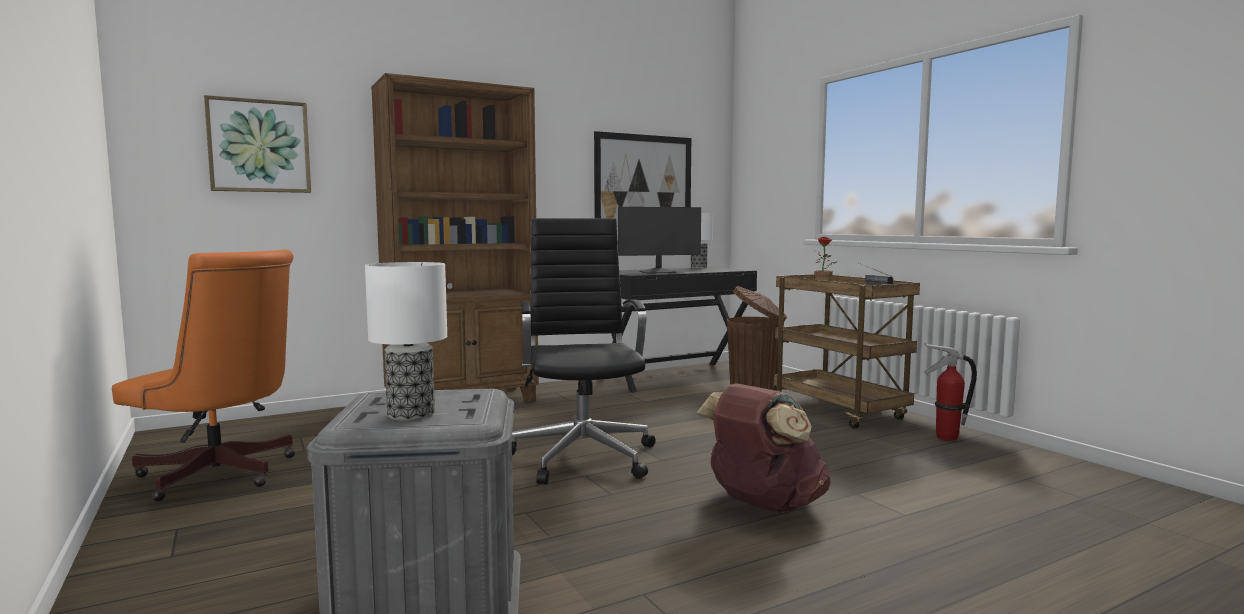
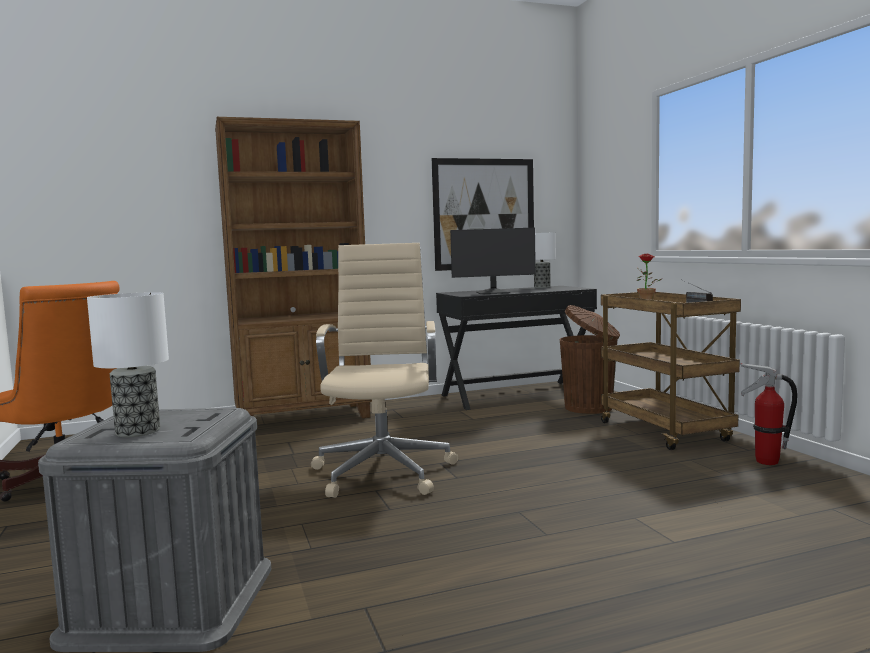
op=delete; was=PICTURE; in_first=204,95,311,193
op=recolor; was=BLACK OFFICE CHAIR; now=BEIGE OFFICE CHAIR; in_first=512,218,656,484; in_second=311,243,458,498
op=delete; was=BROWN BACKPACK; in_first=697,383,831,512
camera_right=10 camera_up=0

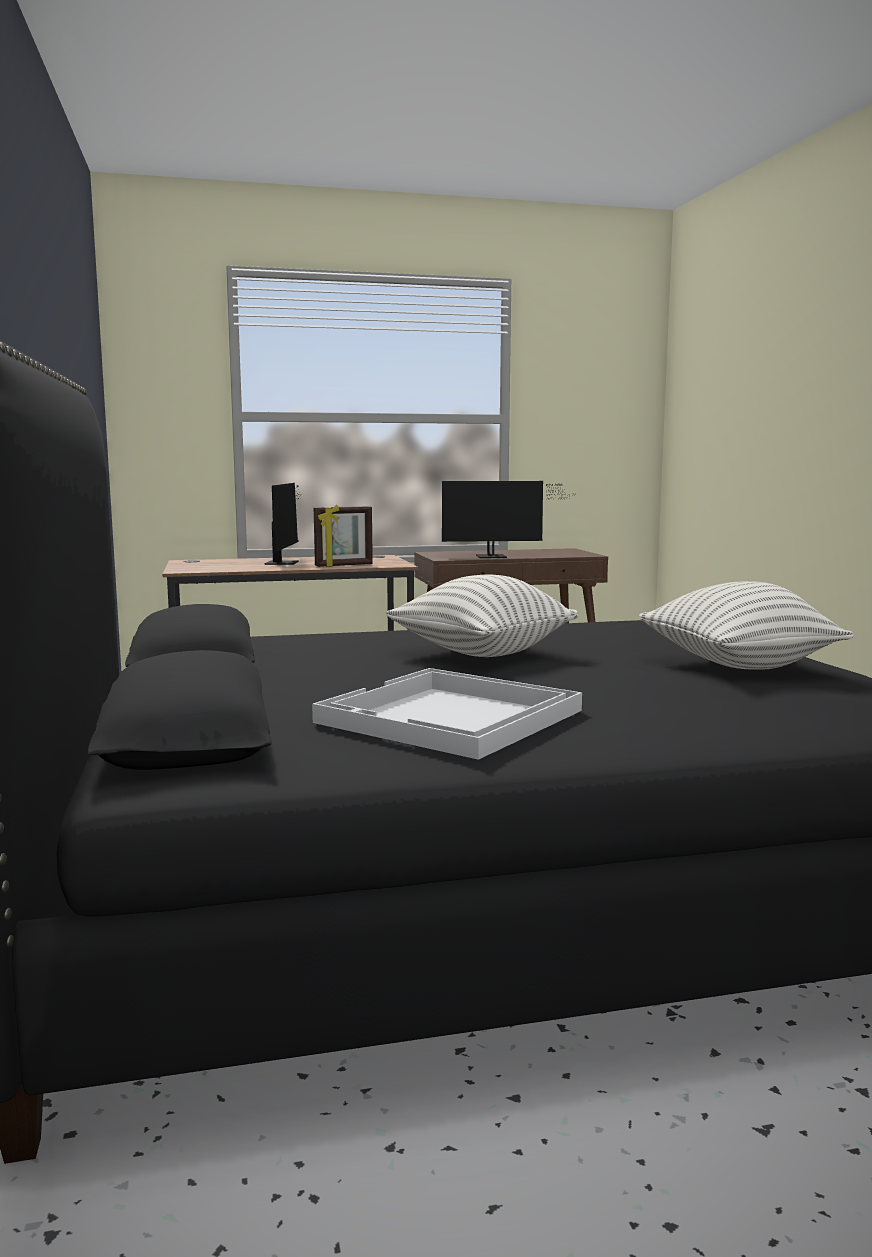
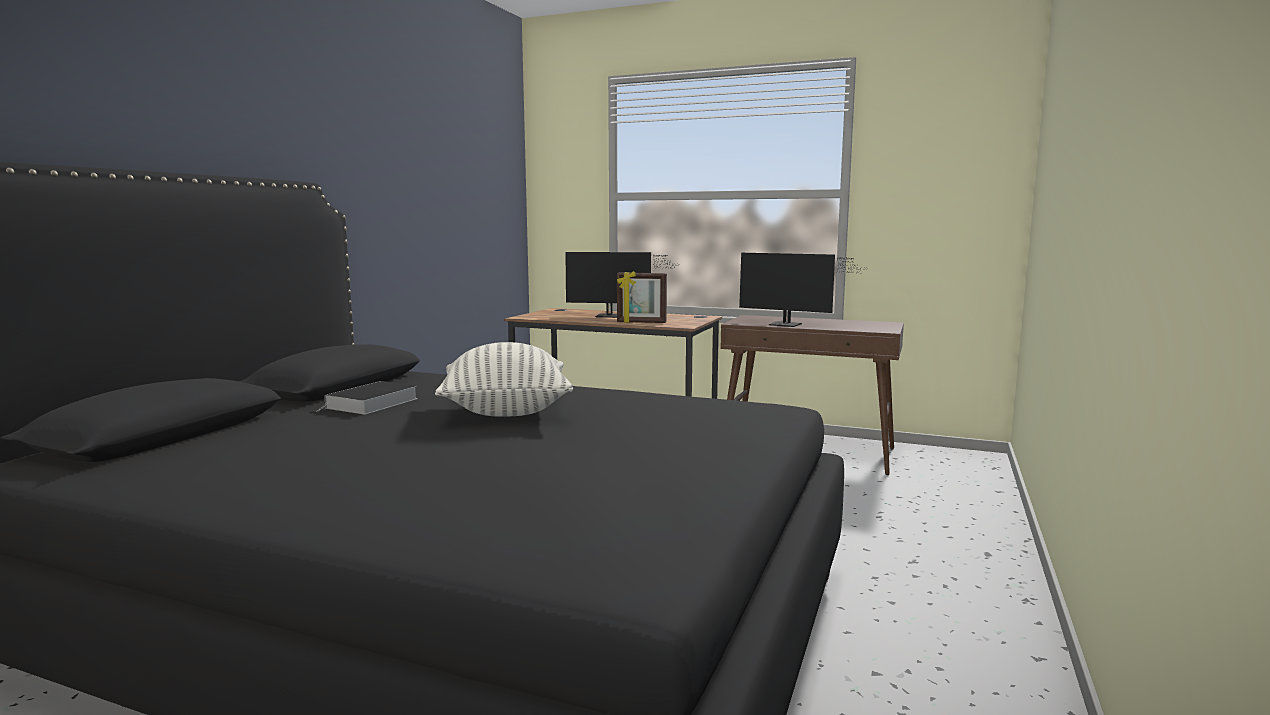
op=rotate; was=MONITOR; in_first=264,483,301,565; in_second=565,252,680,318; clockwise=60
op=delete; was=PILLOW; in_first=639,581,854,670
op=delete; was=WHITE TRAY; in_first=312,668,582,760
op=insert; now=BOOK; in_second=316,381,418,415
camera_right=35 camera_up=0

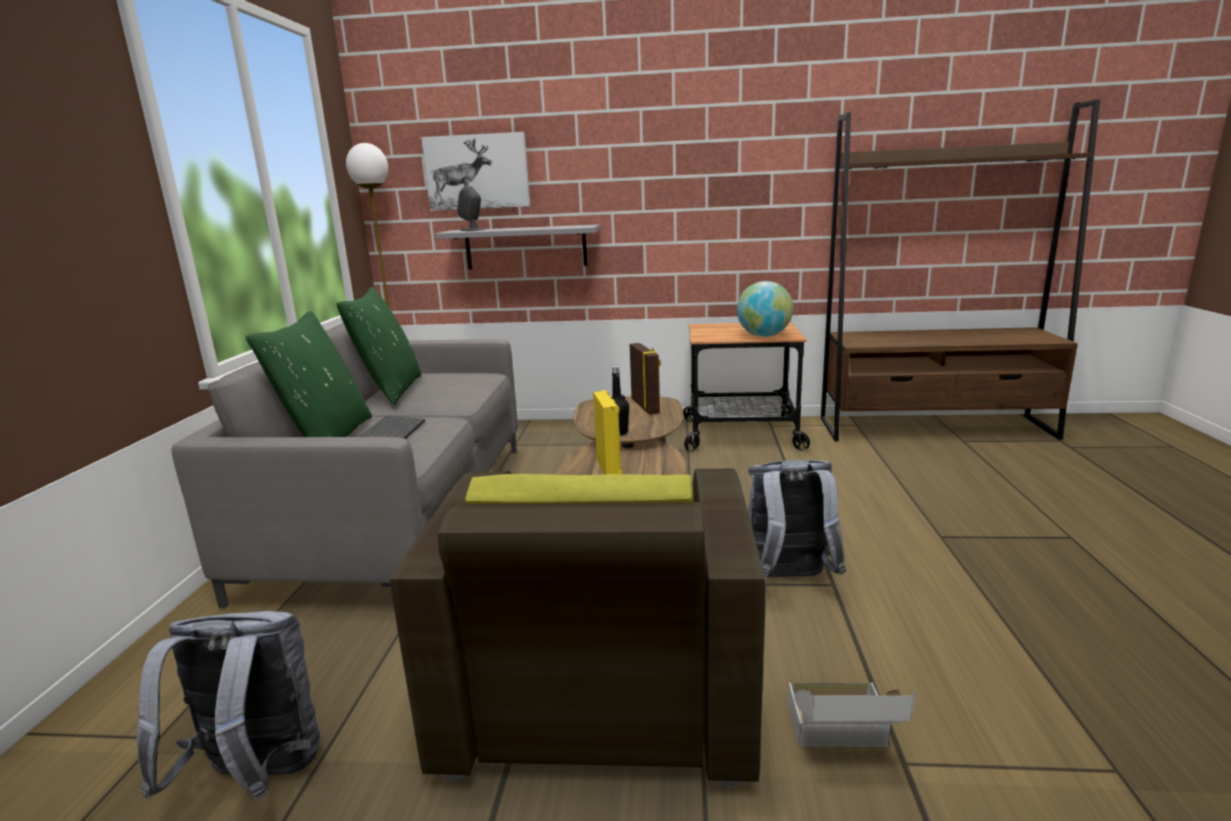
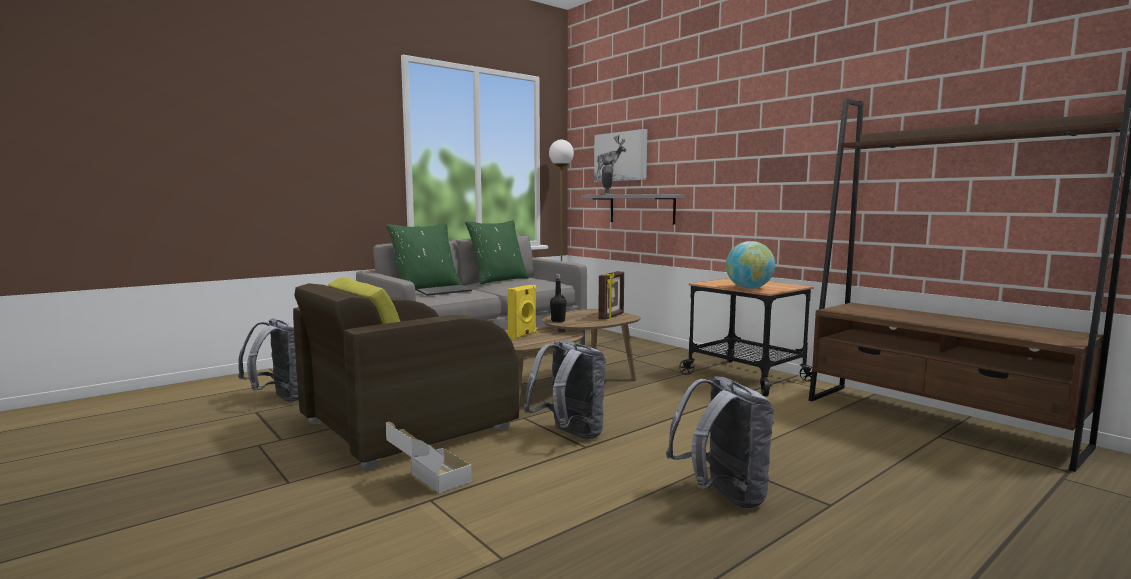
op=insert; now=GREY BACKPACK; in_second=666,376,774,509
camera_right=45 camera_up=-10

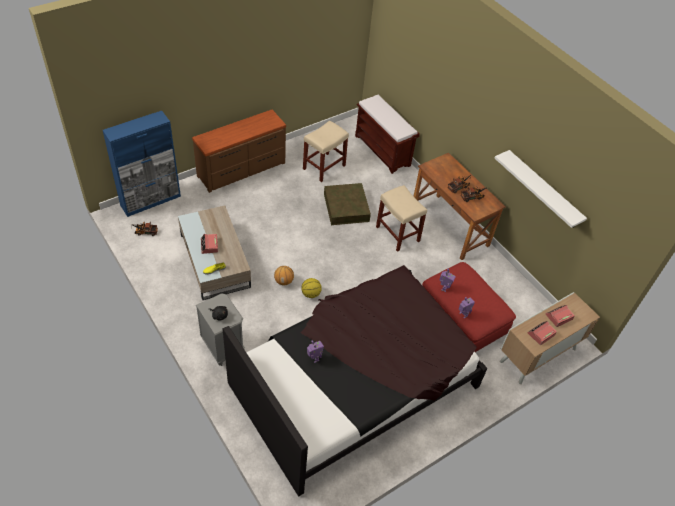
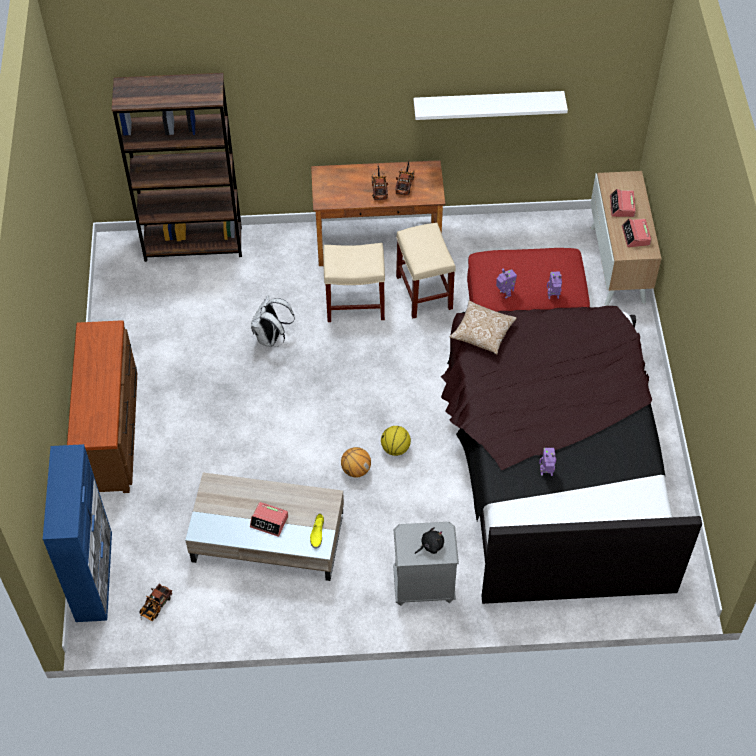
op=replace; was=BROWN BENCH; now=BROWN BOOKCASE; in_first=355,95,420,174; in_second=112,73,242,262
op=move; was=BEIGE STOOL; in_first=303,121,349,182; in_second=396,223,456,318
op=replace; was=BROWN STORAGE BOX; now=WHITE BACKPACK; in_first=324,183,371,225; in_second=251,295,295,347
op=insert; now=PILLOW; in_second=450,301,517,354
camera_right=-55 camera_up=5

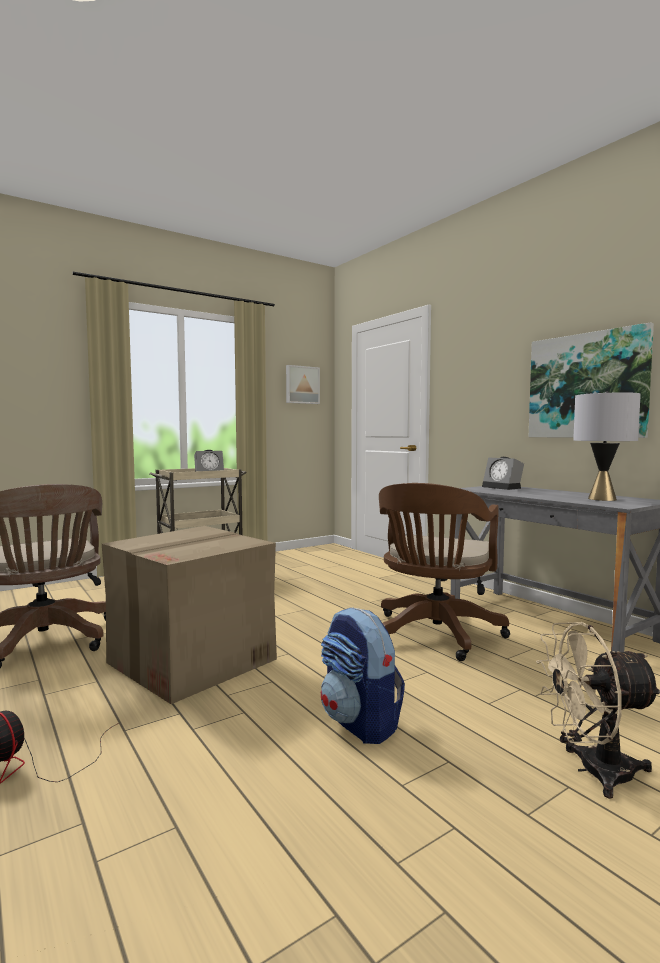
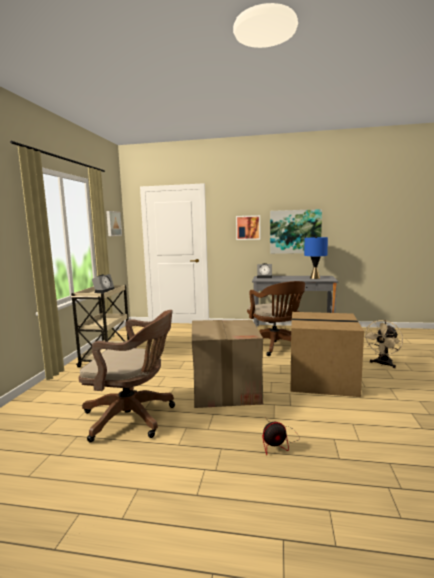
op=recolor; was=GREY TABLE LAMP; now=BLUE TABLE LAMP; in_first=573,391,641,501; in_second=304,236,328,279
op=replace; was=BACKPACK; now=CARDBOARD BOX; in_first=321,607,405,744; in_second=291,312,364,397
op=insert; now=PICTURE; in_second=236,215,260,240
camera_right=-45 camera_up=5

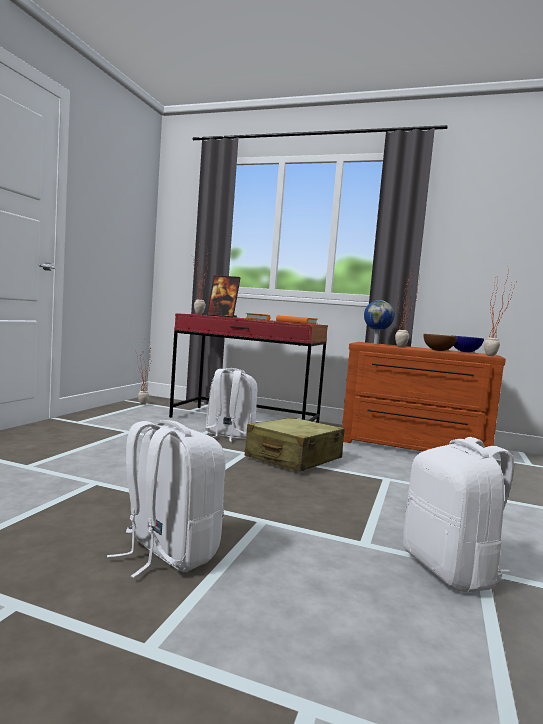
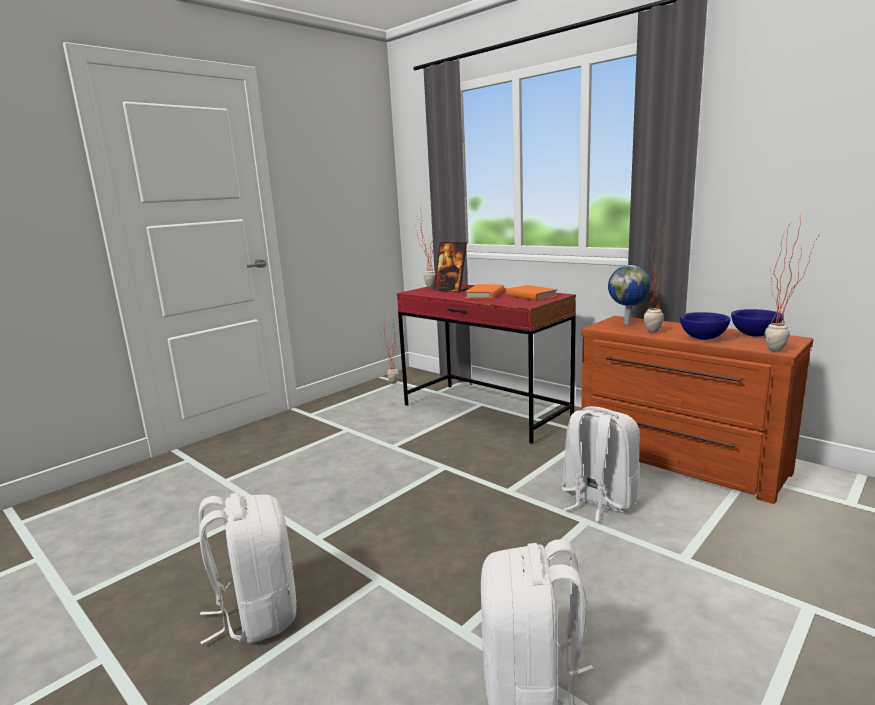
op=recolor; was=BROWN BOWL; now=BLUE BOWL; in_first=423,334,458,351; in_second=680,312,731,340
op=move; was=WHITE BACKPACK; in_first=205,368,257,442; in_second=562,406,640,522
op=delete; was=BEIGE SUITCASE; in_first=245,417,345,472
camera_right=25 camera_up=10

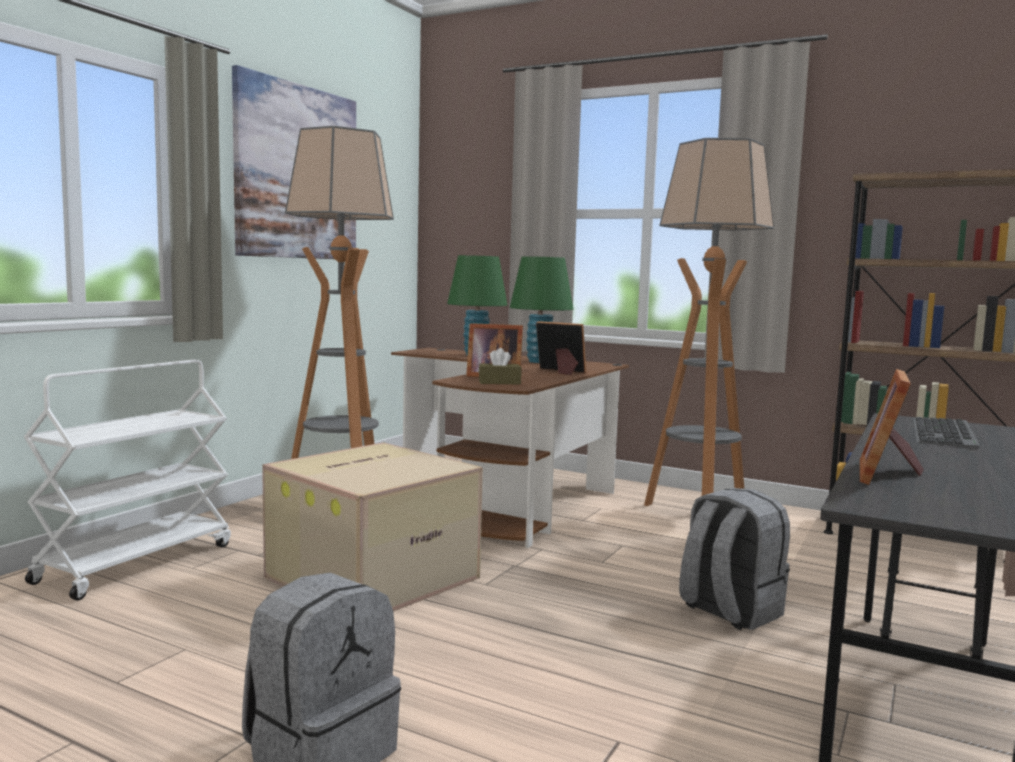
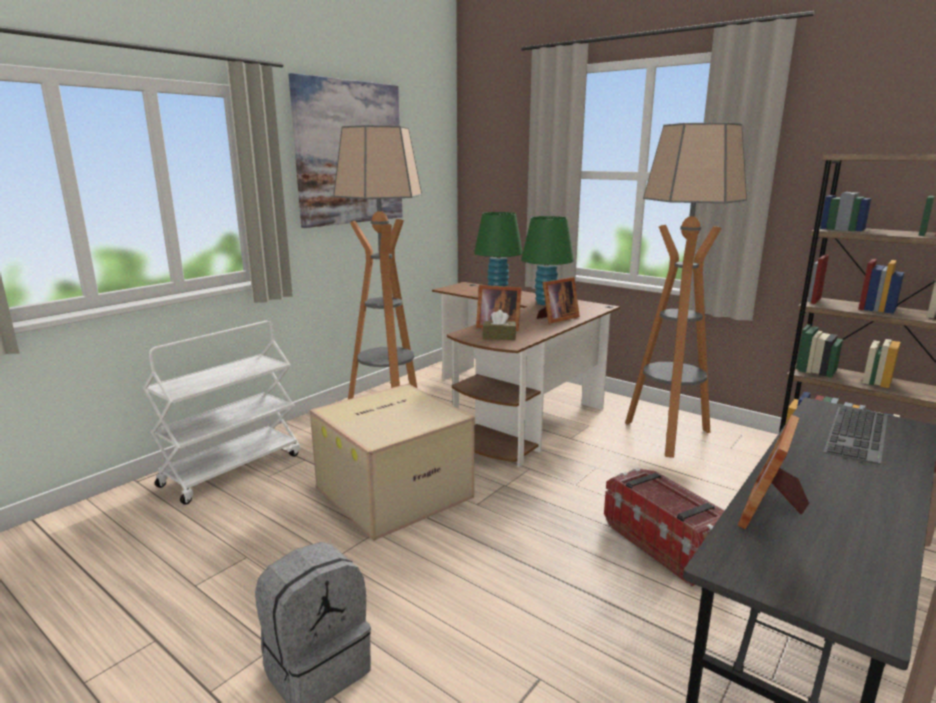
op=rotate; was=PICTURE FRAME; in_first=536,321,586,375; in_second=537,277,580,323; clockwise=105
op=replace; was=GREY BACKPACK; now=STORAGE BOX; in_first=679,488,790,630; in_second=604,468,725,587
camera_right=10 camera_up=10

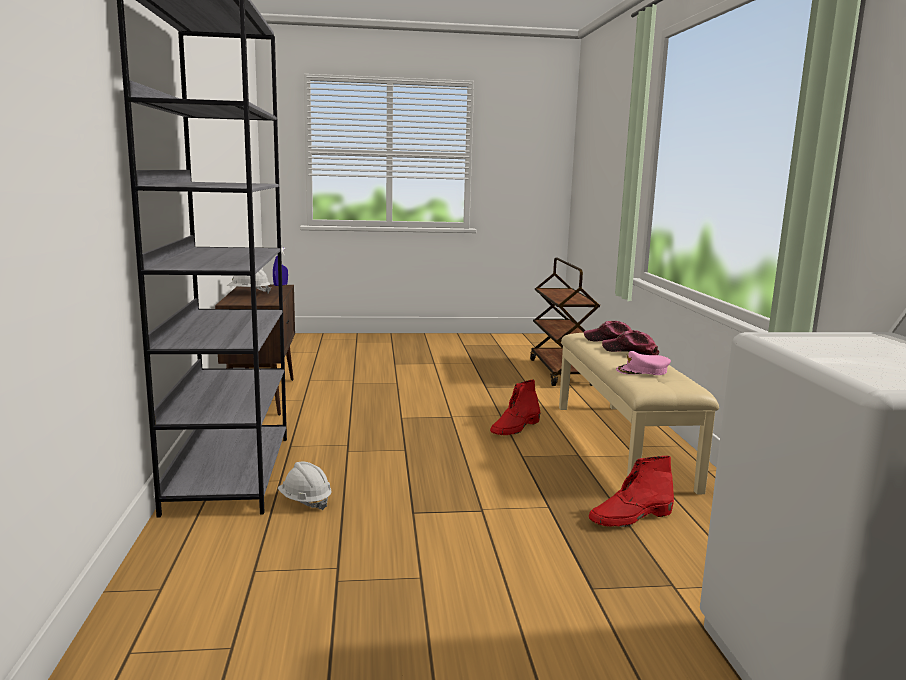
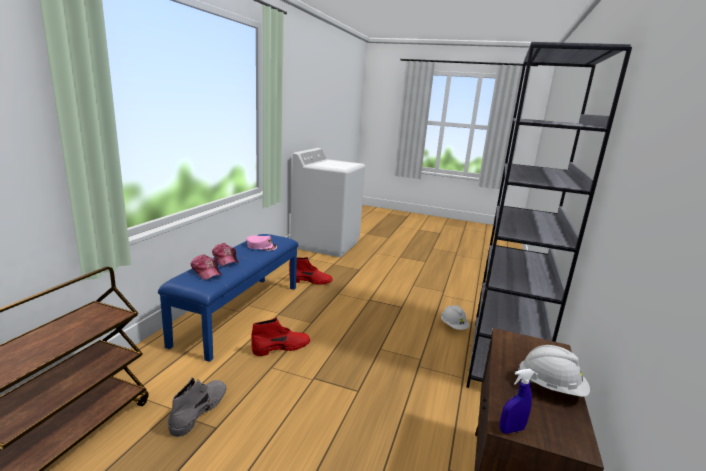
op=recolor; was=BEIGE BENCH; now=BLUE BENCH; in_first=559,333,719,495; in_second=158,234,299,362
op=insert; now=GREY BOOT; in_second=168,377,227,437
camera_right=-155 camera_up=5

